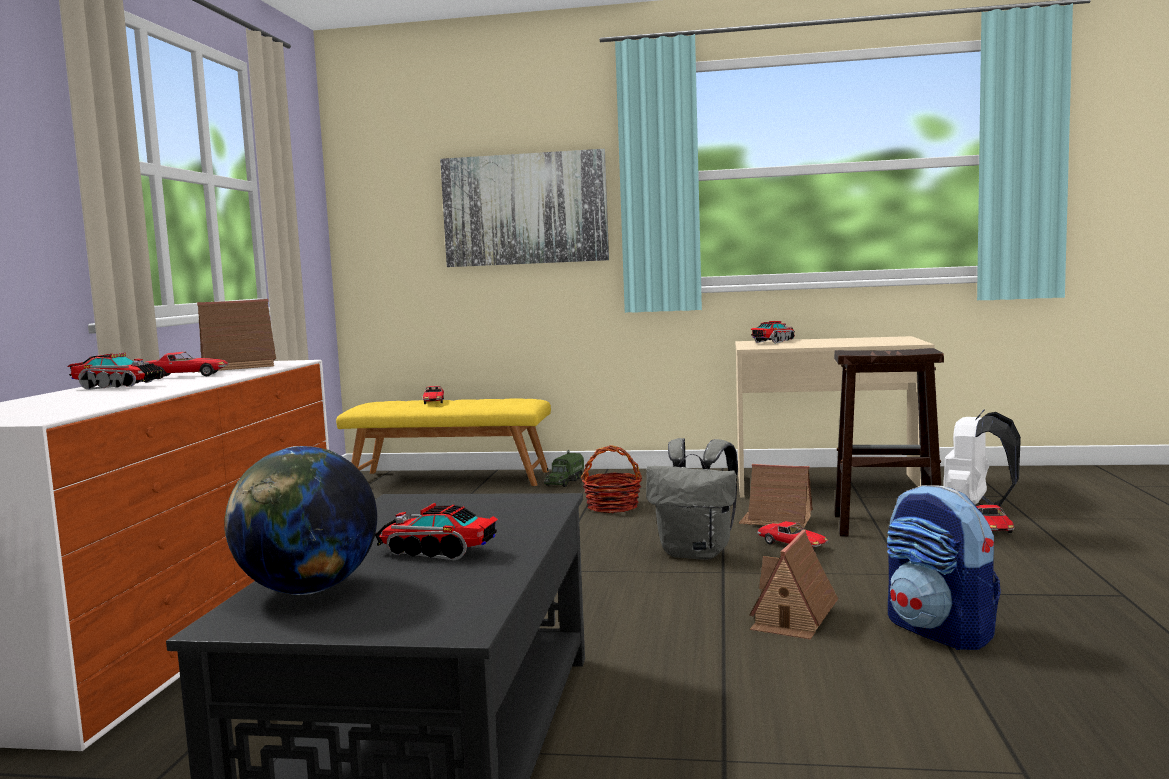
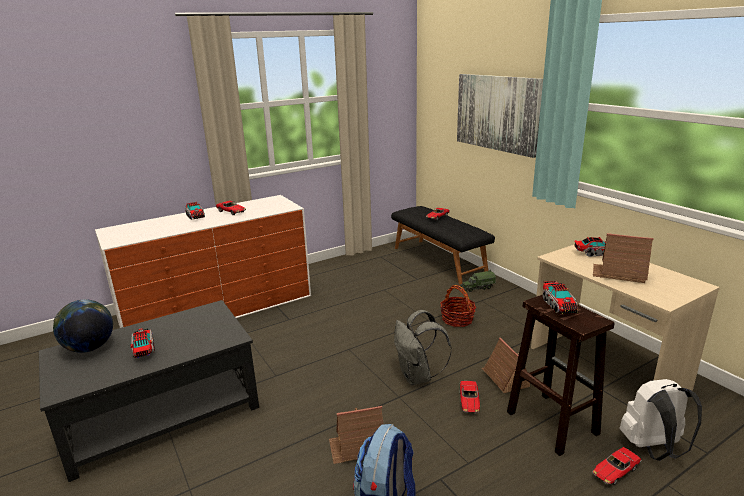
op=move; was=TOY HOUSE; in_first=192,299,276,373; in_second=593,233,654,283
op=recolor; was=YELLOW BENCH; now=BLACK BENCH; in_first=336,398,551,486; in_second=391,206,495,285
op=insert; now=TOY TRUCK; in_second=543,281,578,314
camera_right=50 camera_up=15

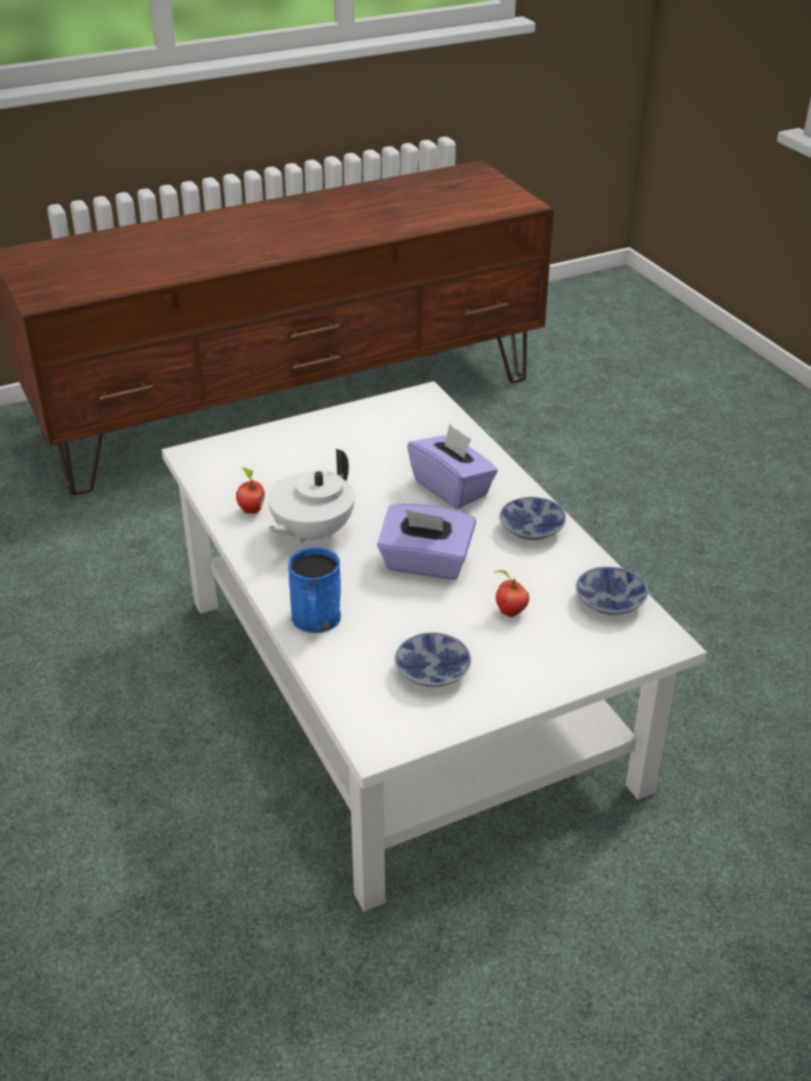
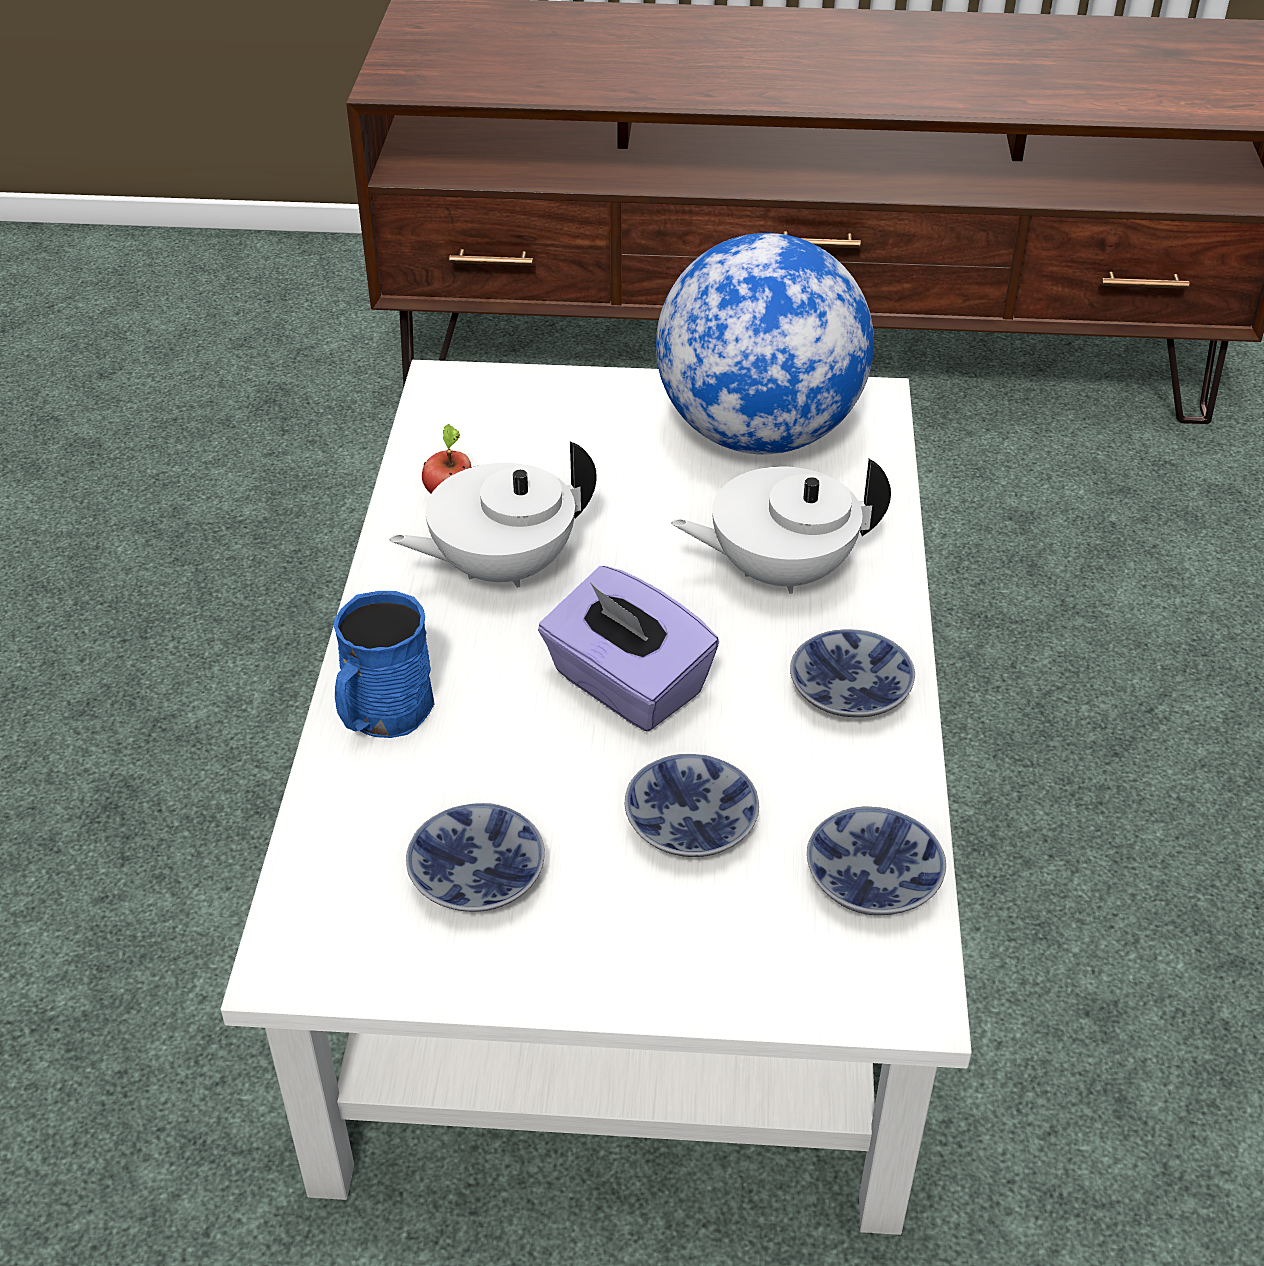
op=replace; was=PURPLE TISSUE BOX; now=WHITE TEAPOT; in_first=407,424,498,509; in_second=671,459,891,594
op=replace; was=APPLE; now=BOWL; in_first=493,570,529,617; in_second=625,754,759,857
op=insert; now=GLOBE; in_second=656,233,874,454
camera_right=30 camera_up=5

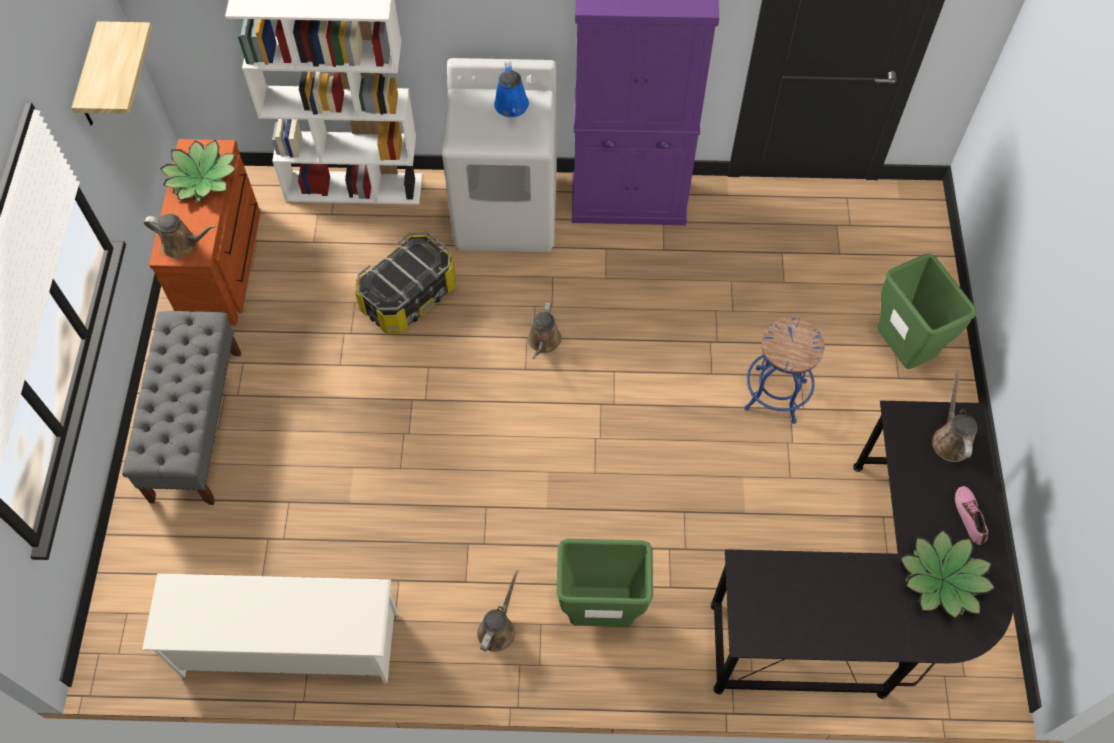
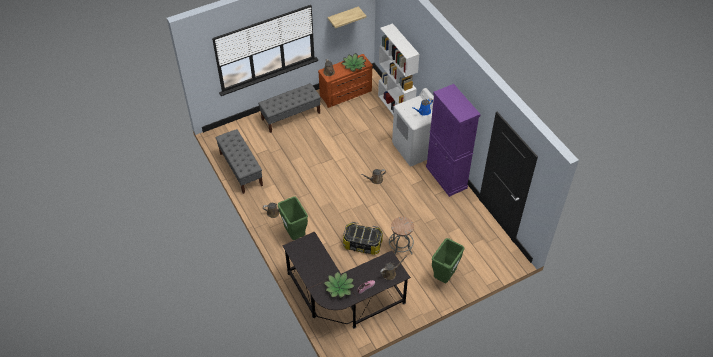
op=move; was=STORAGE BOX; in_first=355,232,456,334; in_second=343,222,383,255
op=recolor; was=BLUE STOOL; now=GREY STOOL; in_first=744,318,824,424; in_second=389,217,414,255
op=replace; was=WHITE SHOE RACK; now=GREY BENCH; in_first=142,573,398,683; in_second=216,129,263,194
camera_right=60 camera_up=-10

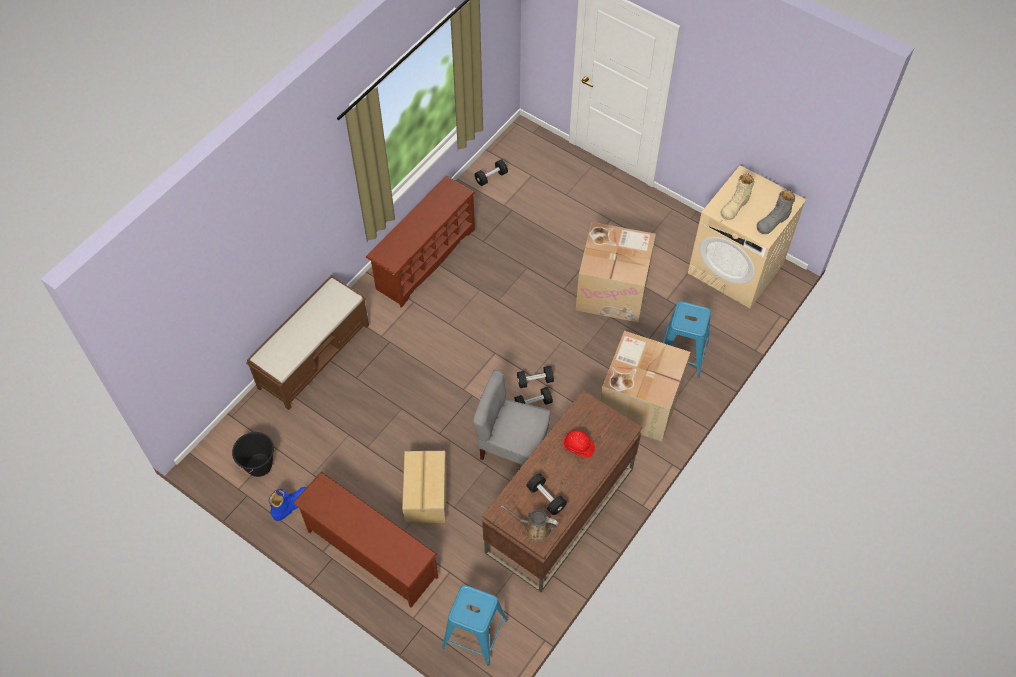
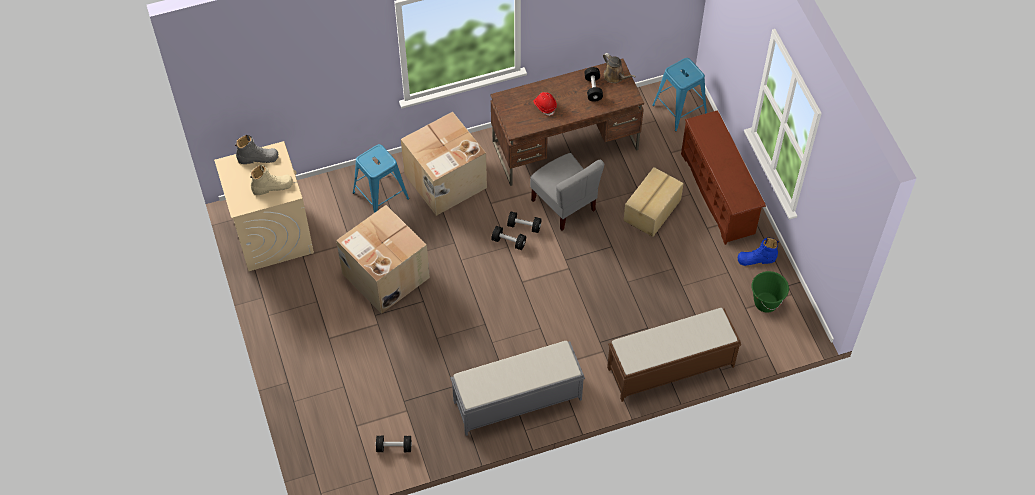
op=replace; was=BROWN SHOE RACK; now=GREY BENCH; in_first=366,175,476,308; in_second=450,341,585,436
op=recolor; was=BLACK BUCKET; now=GREEN BUCKET; in_first=232,432,274,477; in_second=751,271,789,313
camera_right=-145 camera_up=0

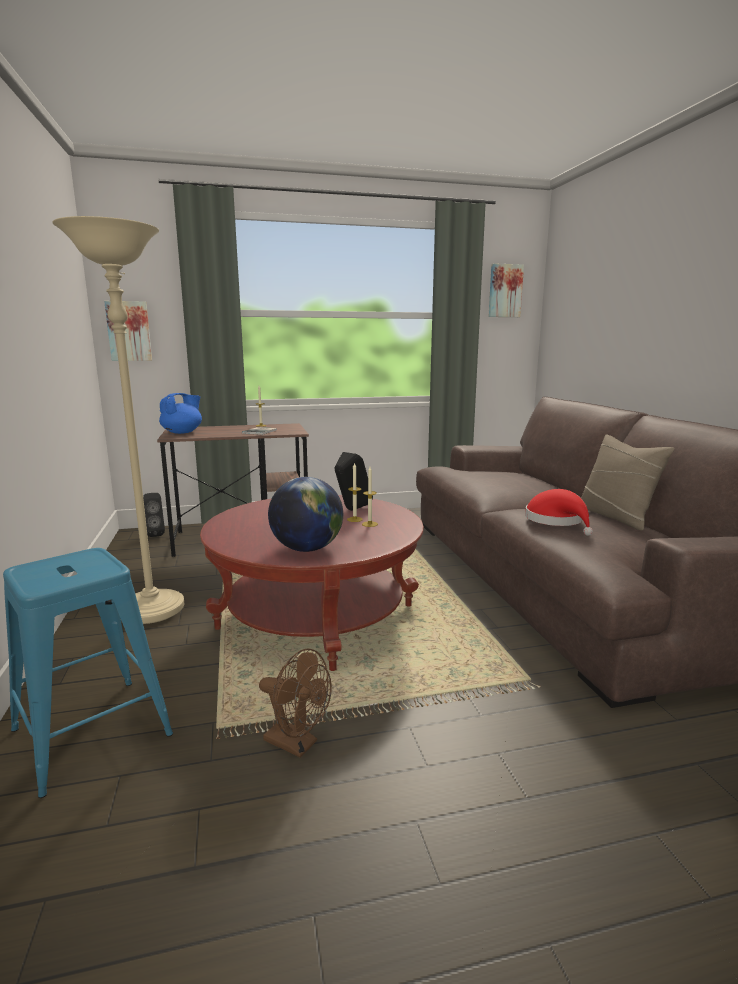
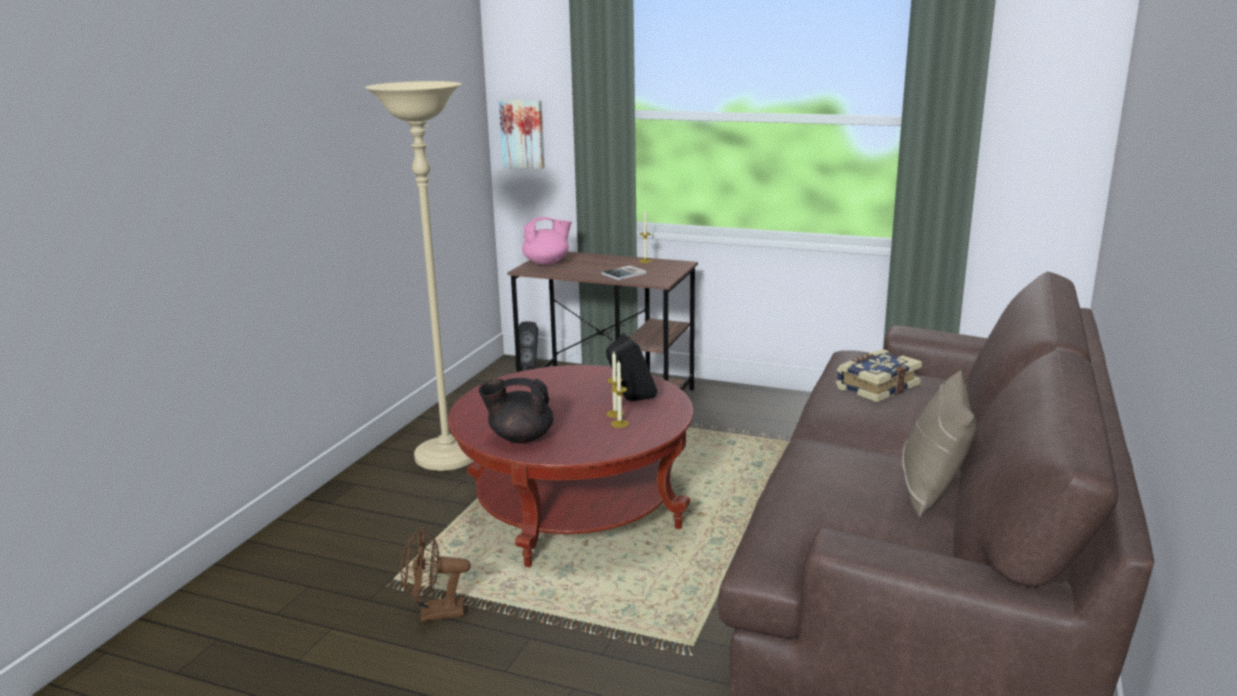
op=delete; was=PICTURE; in_first=489,263,524,317
op=recolor; was=BLUE TEAPOT; now=PINK TEAPOT; in_first=159,393,202,434; in_second=522,217,572,265
op=replace; was=GLOBE; now=BLACK TEAPOT; in_first=268,477,343,552; in_second=479,378,554,443
op=delete; was=RED HAT; in_first=525,489,593,536
op=delete; was=BLUE STOOL; in_first=3,548,173,798
op=rotate; was=BROWN FAN; in_first=259,649,332,758; in_second=401,526,471,622; clockwise=105
op=insert; now=BOOK; in_second=836,349,922,403
camera_right=35 camera_up=5

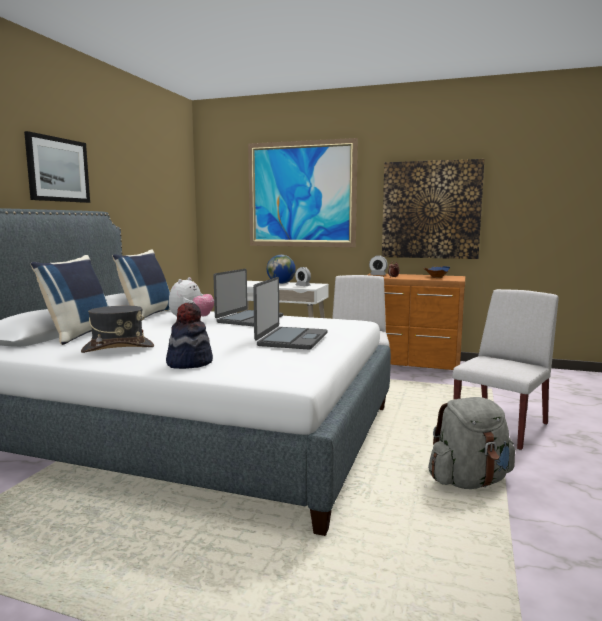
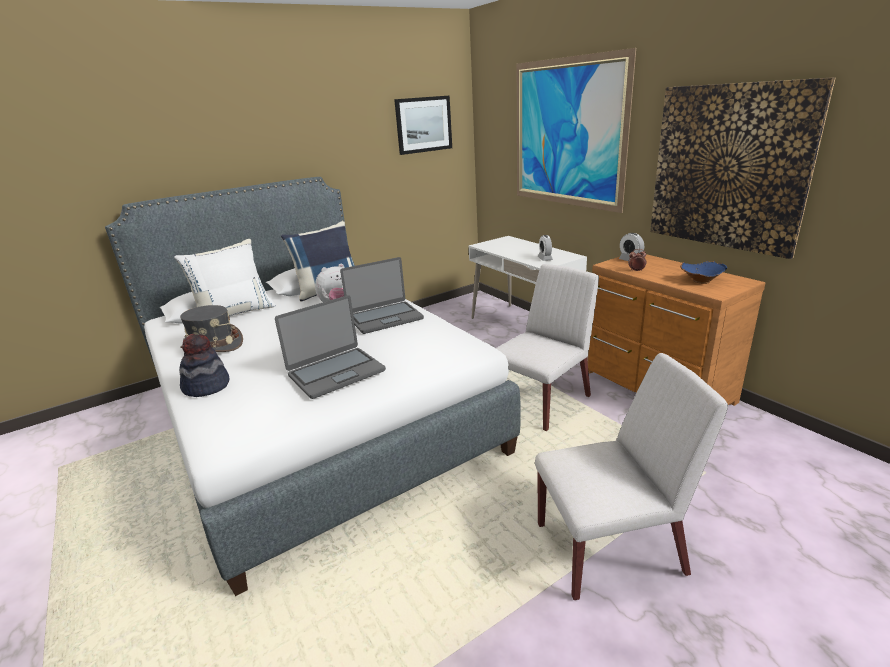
op=move; was=PICTURE; in_first=24,131,90,203; in_second=394,95,452,155
op=recolor; was=BLUE PILLOW; now=WHITE PILLOW; in_first=30,255,108,345; in_second=174,239,276,317
op=delete; was=GLOBE; in_first=267,255,296,284
op=delete; was=GREY BACKPACK; in_first=428,397,515,489
camera_right=40 camera_up=15

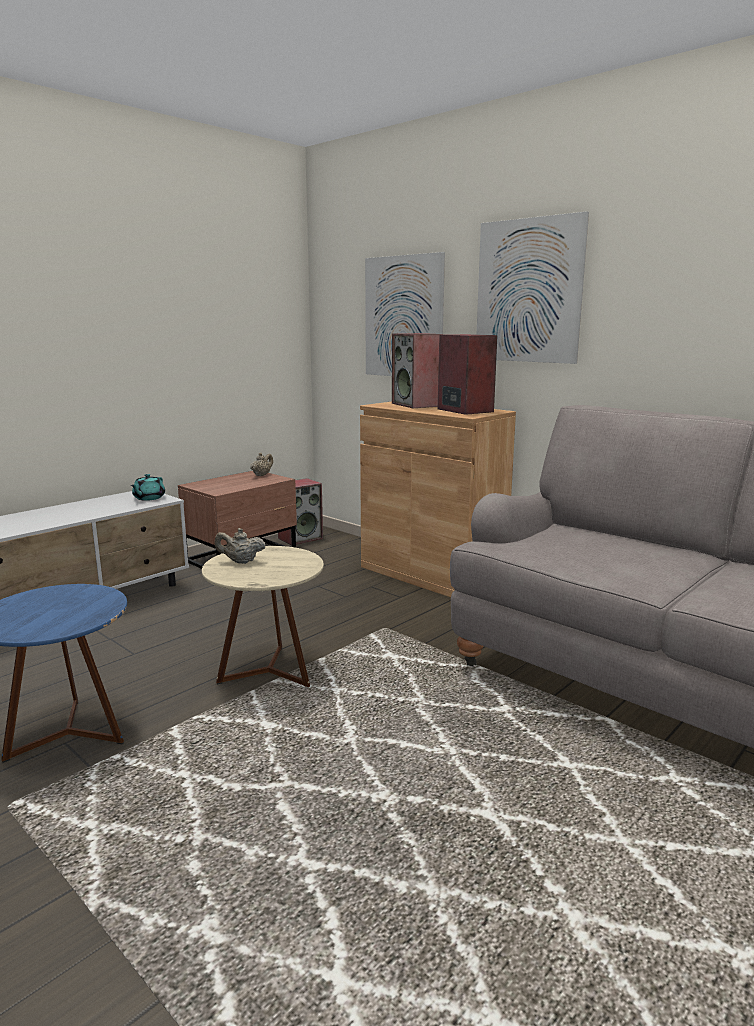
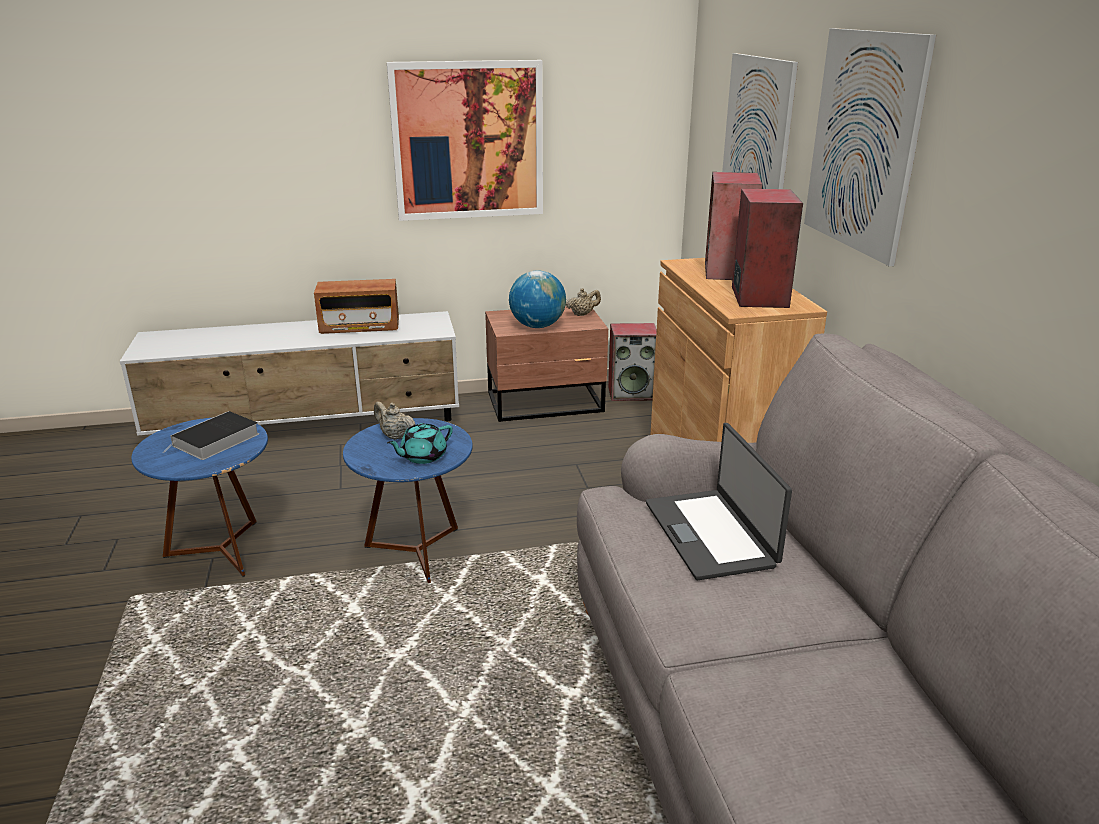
op=move; was=TURQUOISE TEAPOT; in_first=131,474,165,501; in_second=387,423,453,464
op=recolor; was=BEIGE SIDE TABLE; now=BLUE SIDE TABLE; in_first=202,546,324,687; in_second=343,418,473,583
op=insert; now=PICTURE; in_second=387,60,543,221
op=insert; now=GLOBE; in_second=509,270,566,328
op=insert; now=RADIO; in_second=314,279,399,334
op=insert; now=BOOK; in_second=163,411,259,460
op=insert; now=LAPTOP; in_second=646,423,792,580
camera_right=35 camera_up=10

